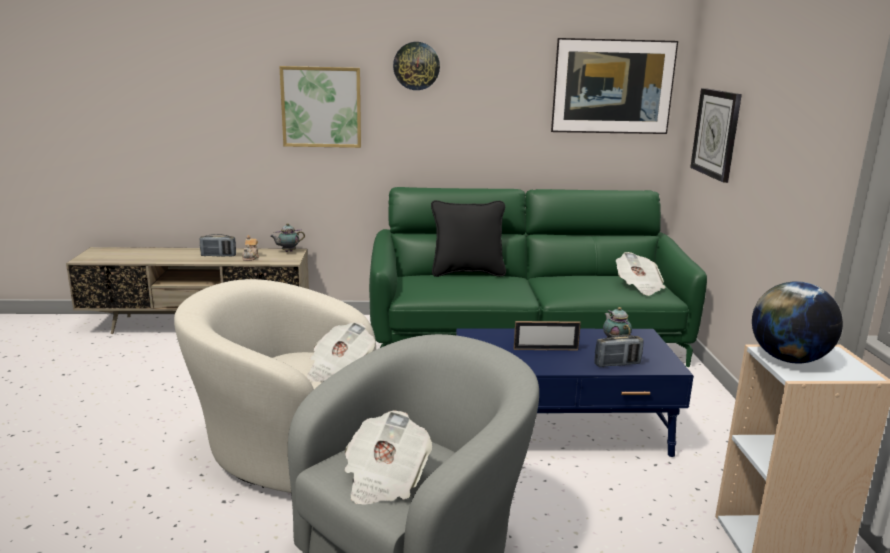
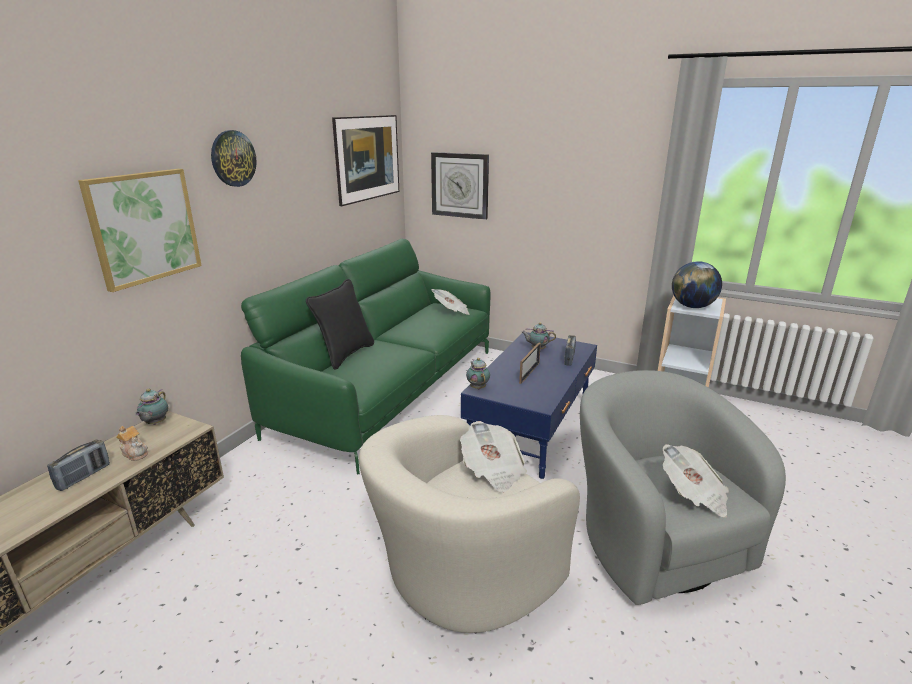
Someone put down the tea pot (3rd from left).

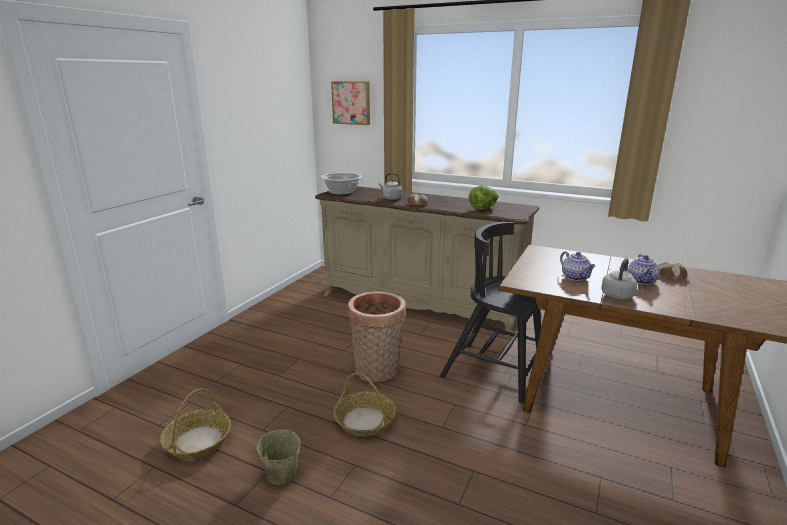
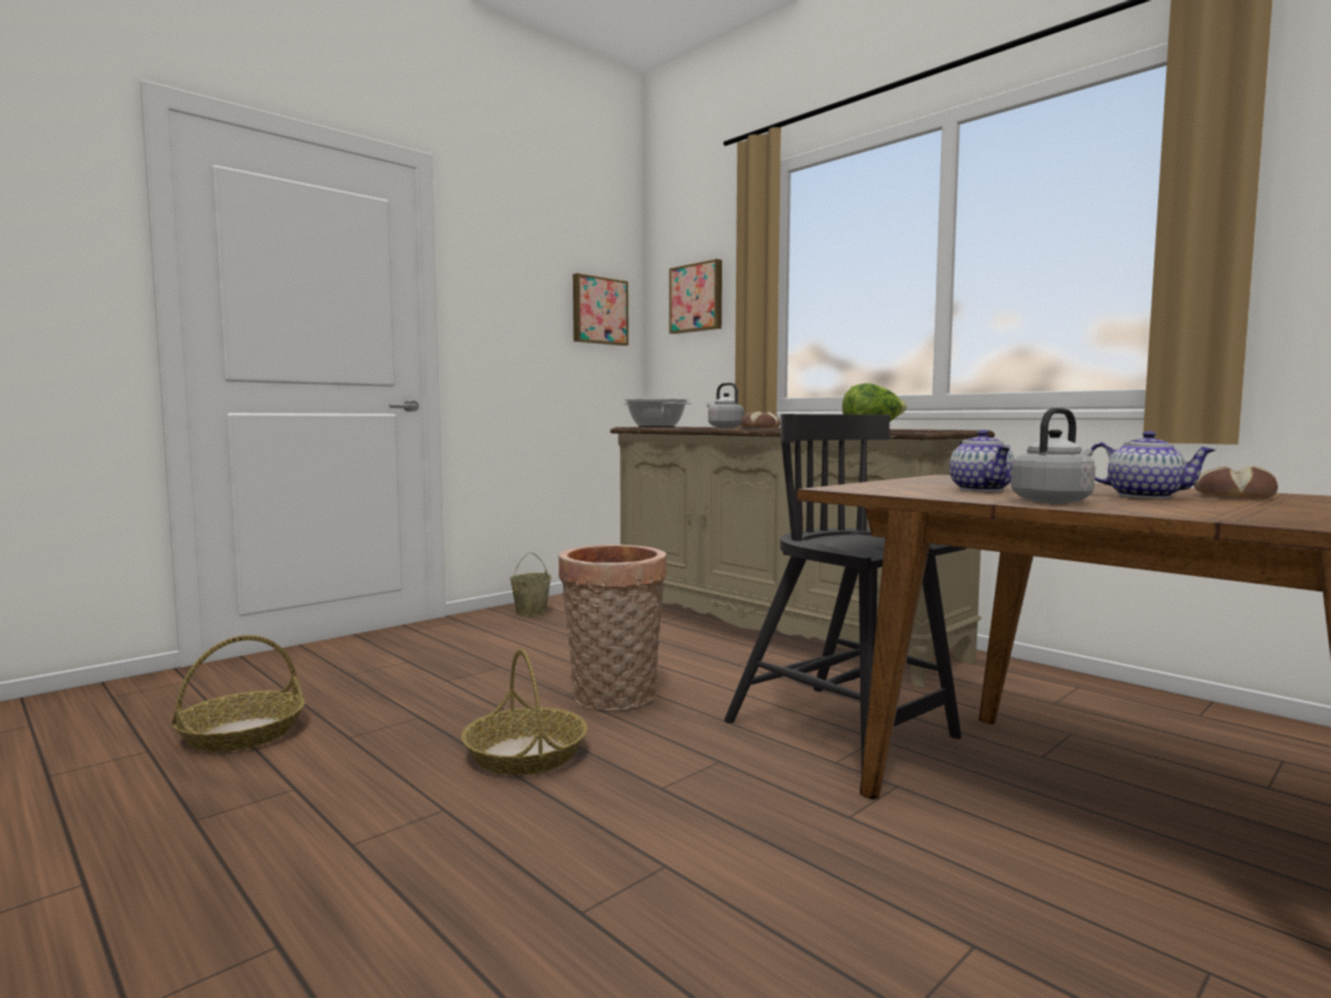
Someone carried the sand-coloured pail. Someone rotated the tea pot (2nd from left) by 90 degrees counterclockwise. Someone put up the wall picture (1st from left).

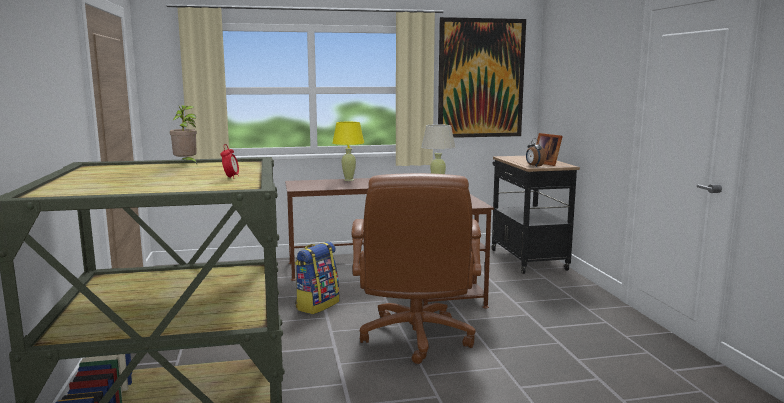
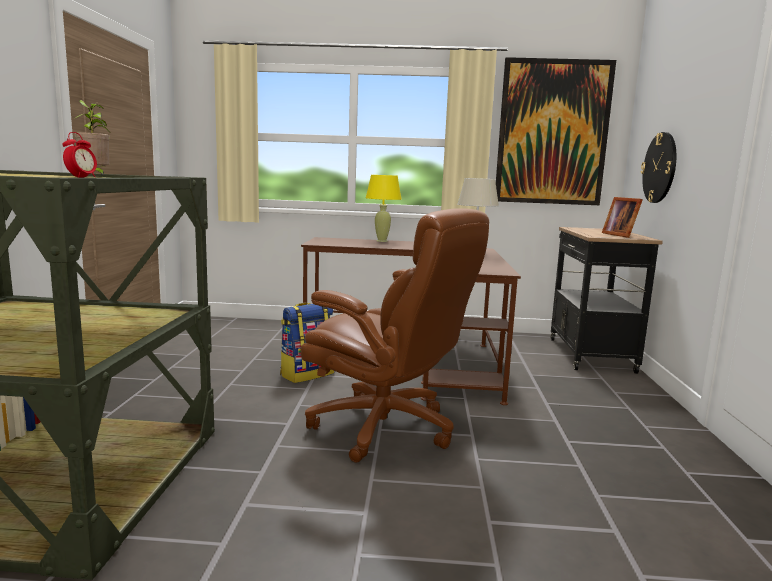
Someone rotated the brown-coloured office chair by 75 degrees counterclockwise. Someone took away the alarm clock (2nd from left). Someone put up the wall clock.

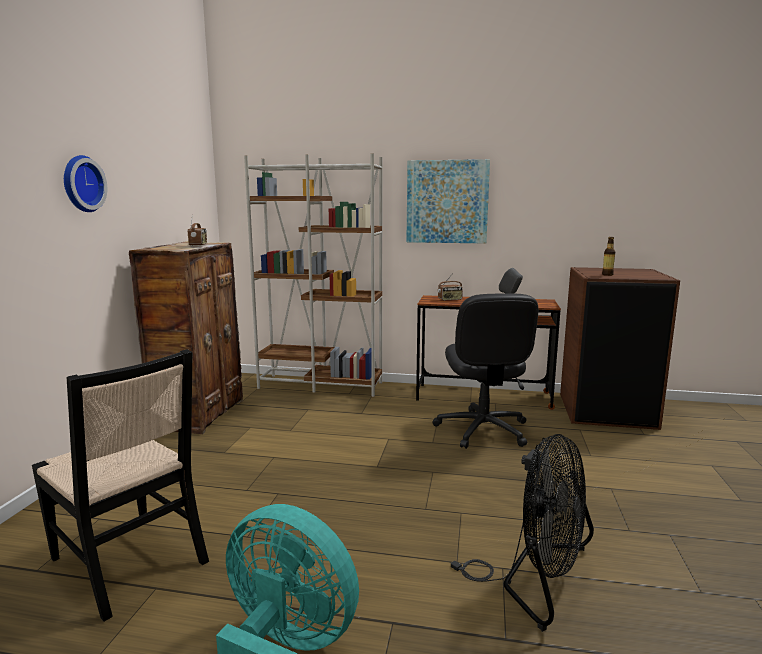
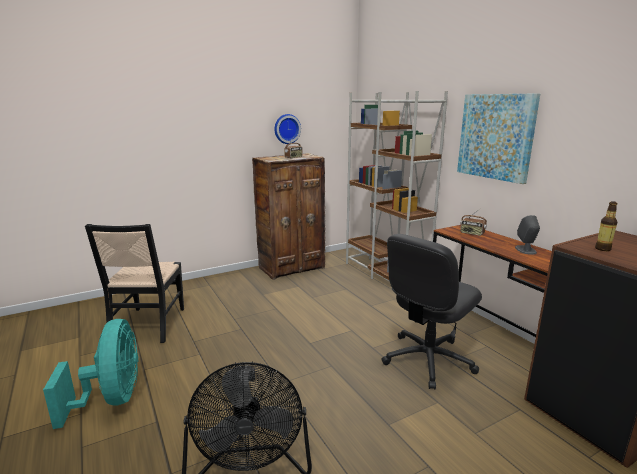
Someone carried the wall clock.

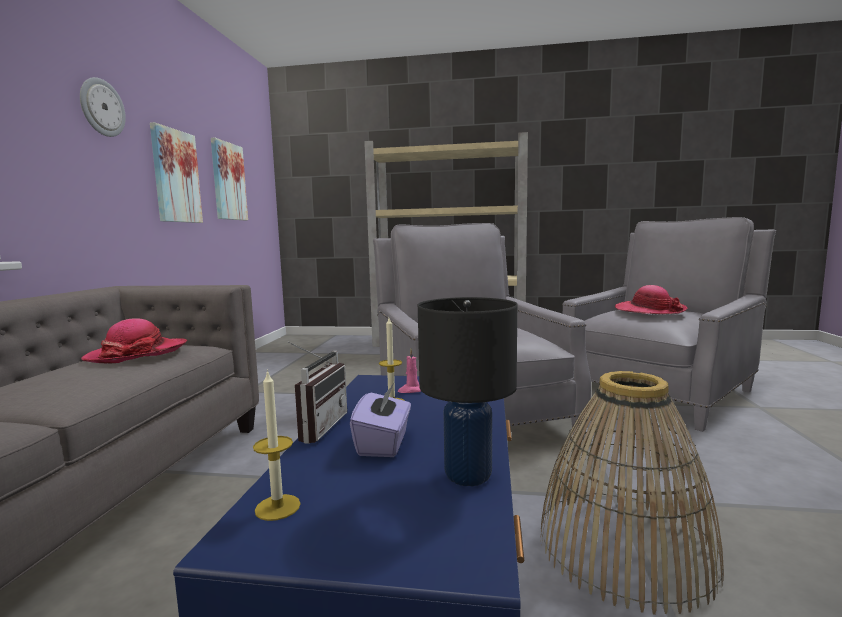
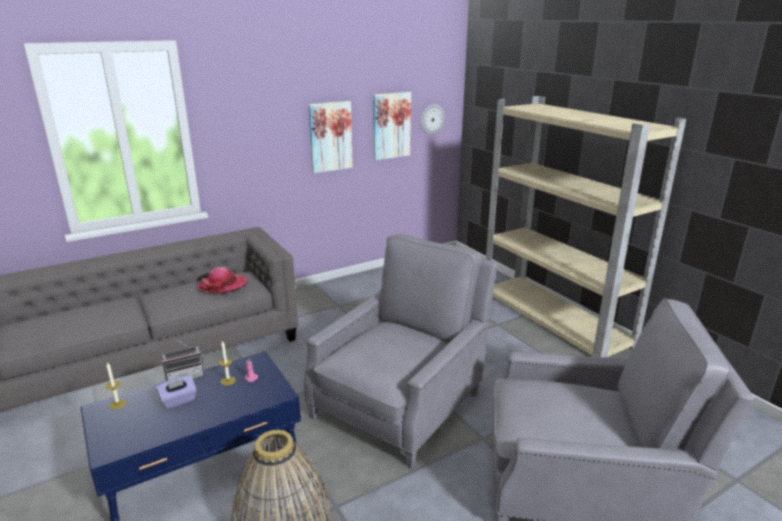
Someone carried the wall clock. Someone took away the black lamp for a table. Someone took away the hat (2nd from left).

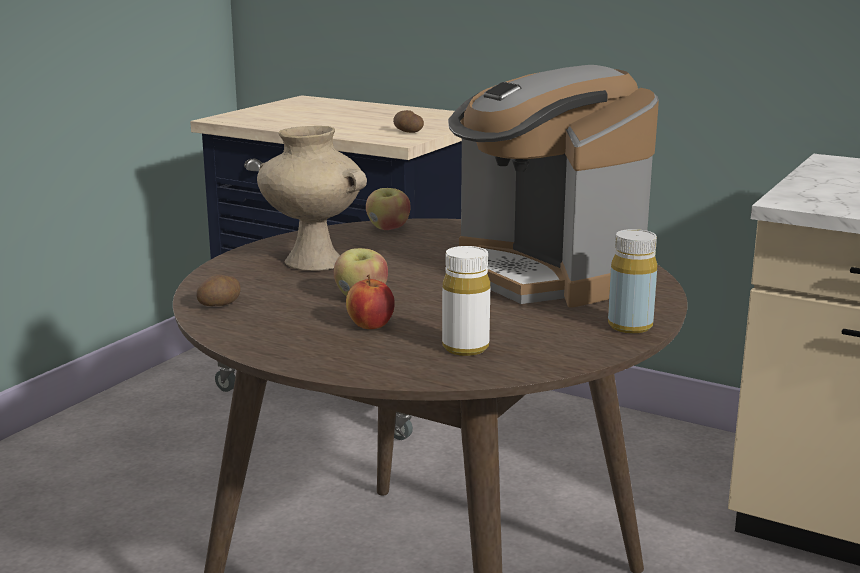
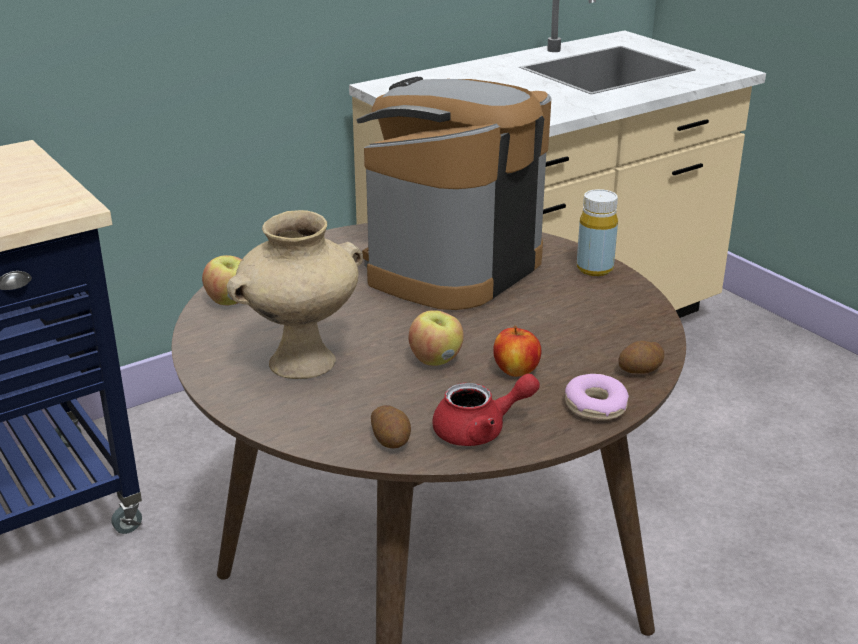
Someone carried the potato (2nd from left). Someone took away the whitish drink bottle. Someone rotated the coffee maker by 135 degrees clockwise. Someone put down the red tea pot. Someone put down the doughnut.

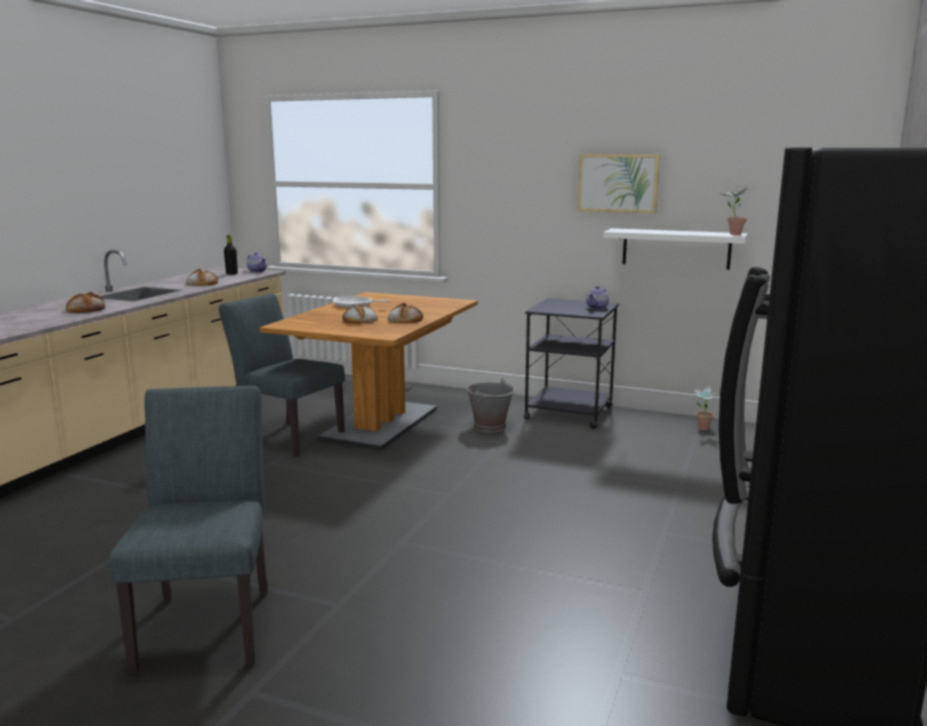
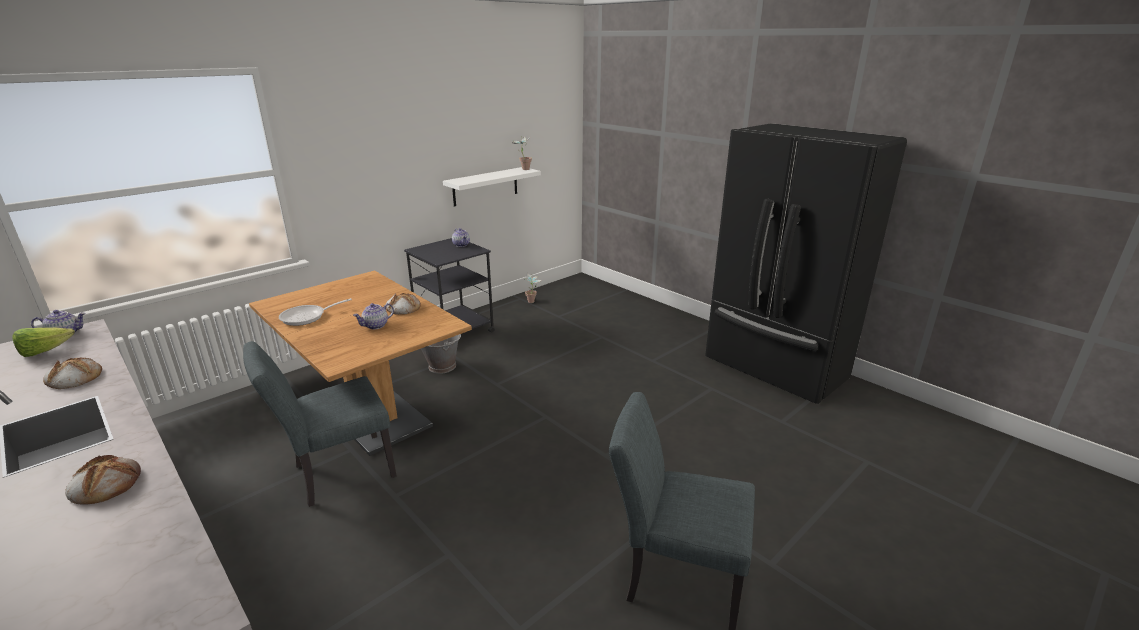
Someone swapped the black drink bottle for the lettuce. Someone swapped the bread (3rd from left) for the tea pot (2nd from left). Someone took away the wall picture.

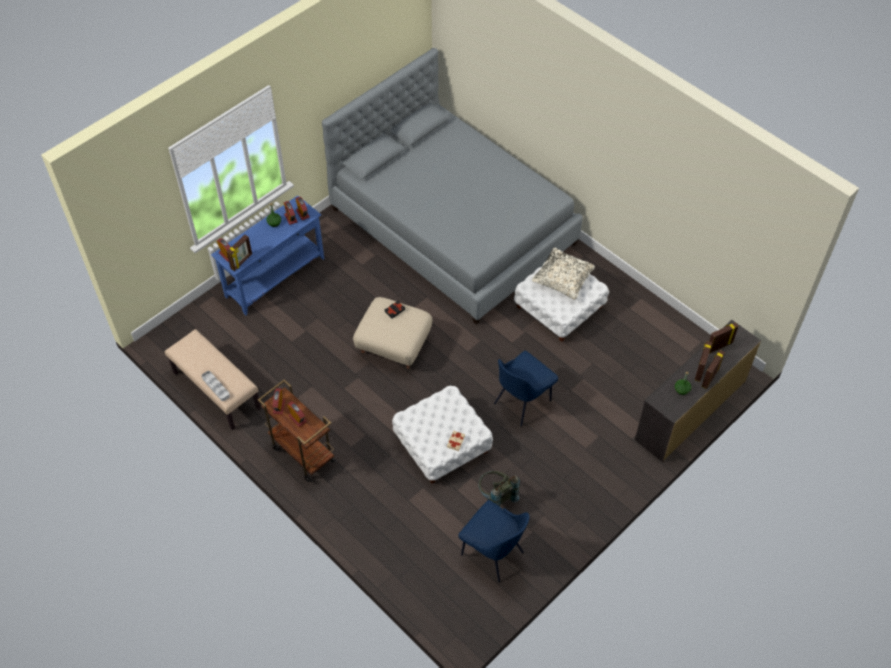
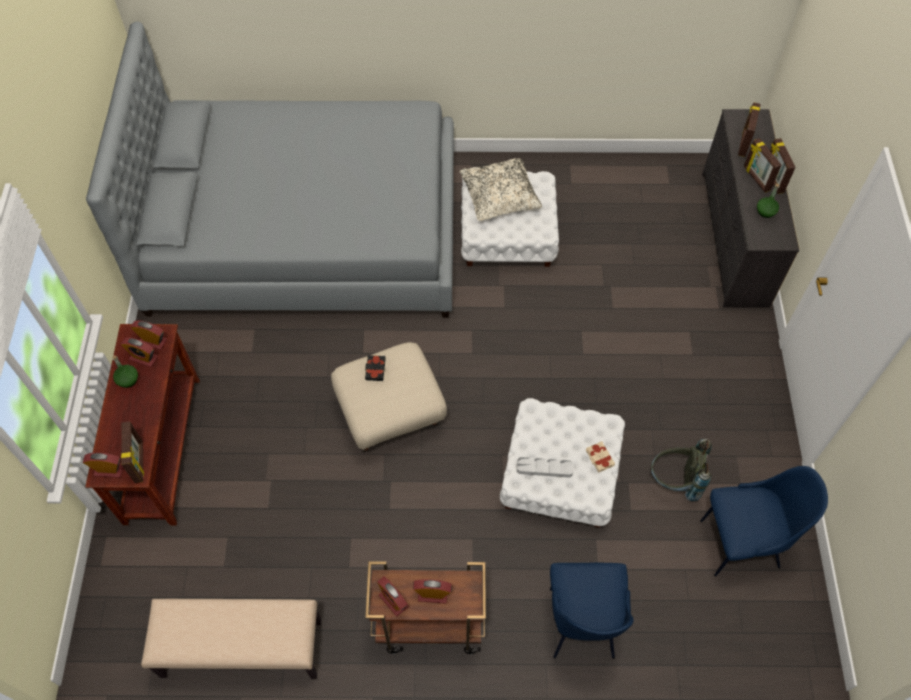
Someone carried the gray serving tray. Someone repainted the bluish console table, which became the brown-coloured console table. Someone carried the bluish chair (2nd from left in the first image).

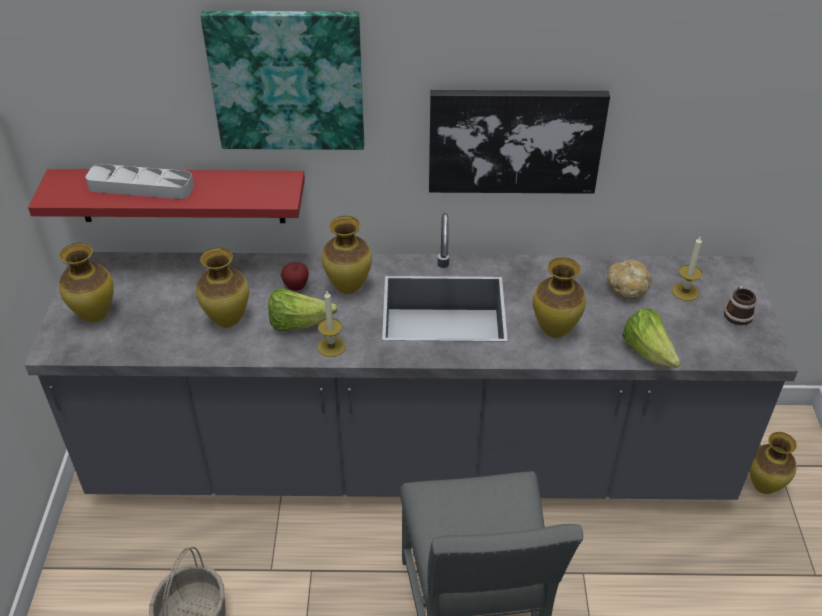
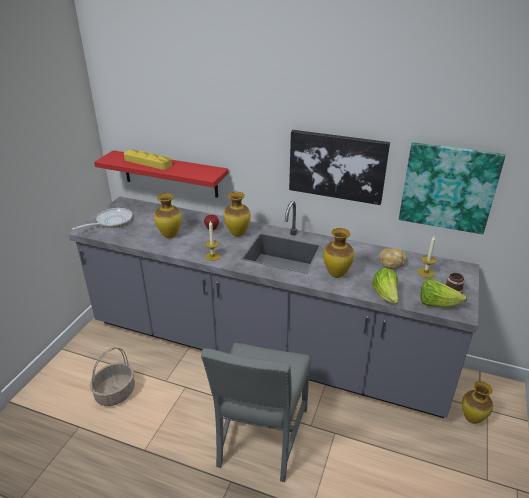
Someone swapped the vase (1st from left) for the skillet. Someone repainted the gray serving tray, which became the yellow-coloured serving tray. Someone carried the wall picture (1st from left in the first image). Someone carried the lettuce (1st from left in the first image).

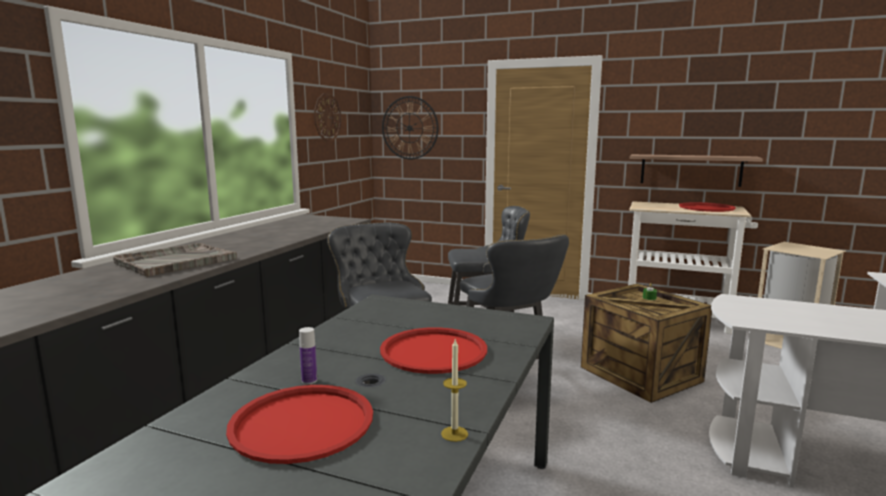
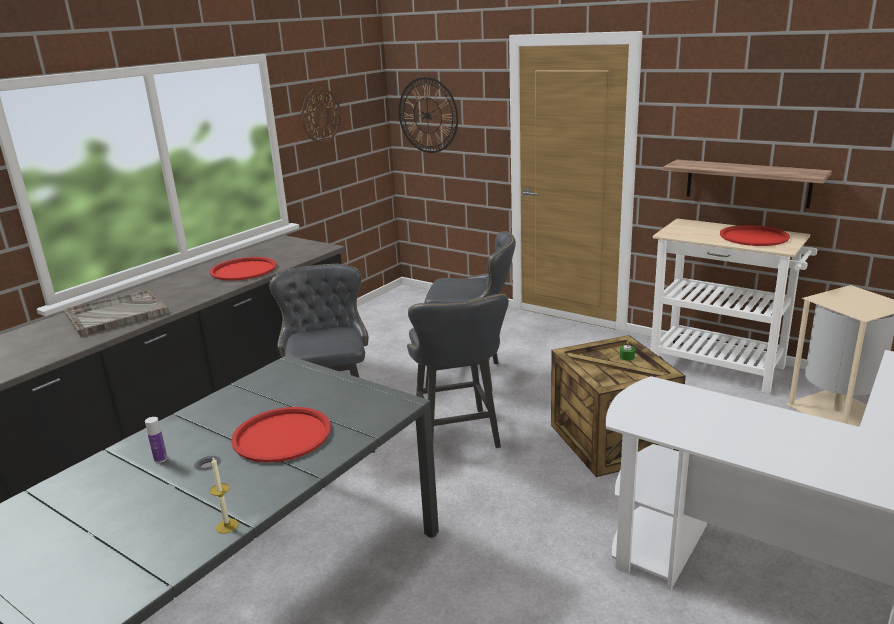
Someone carried the red serving tray (1st from left).

